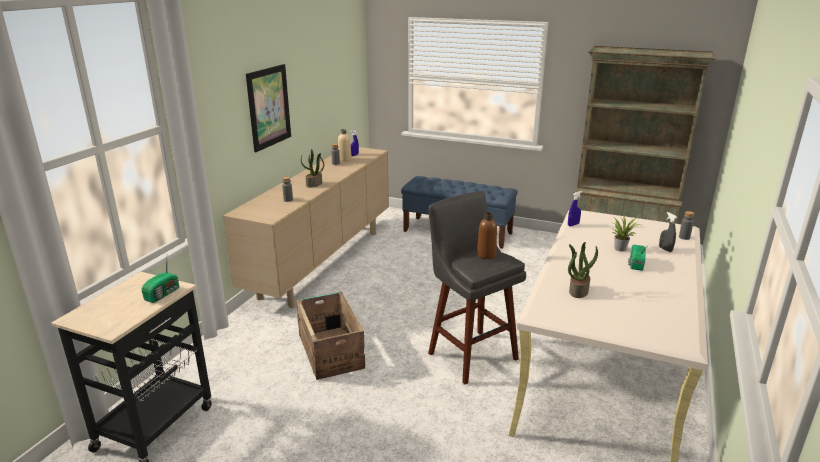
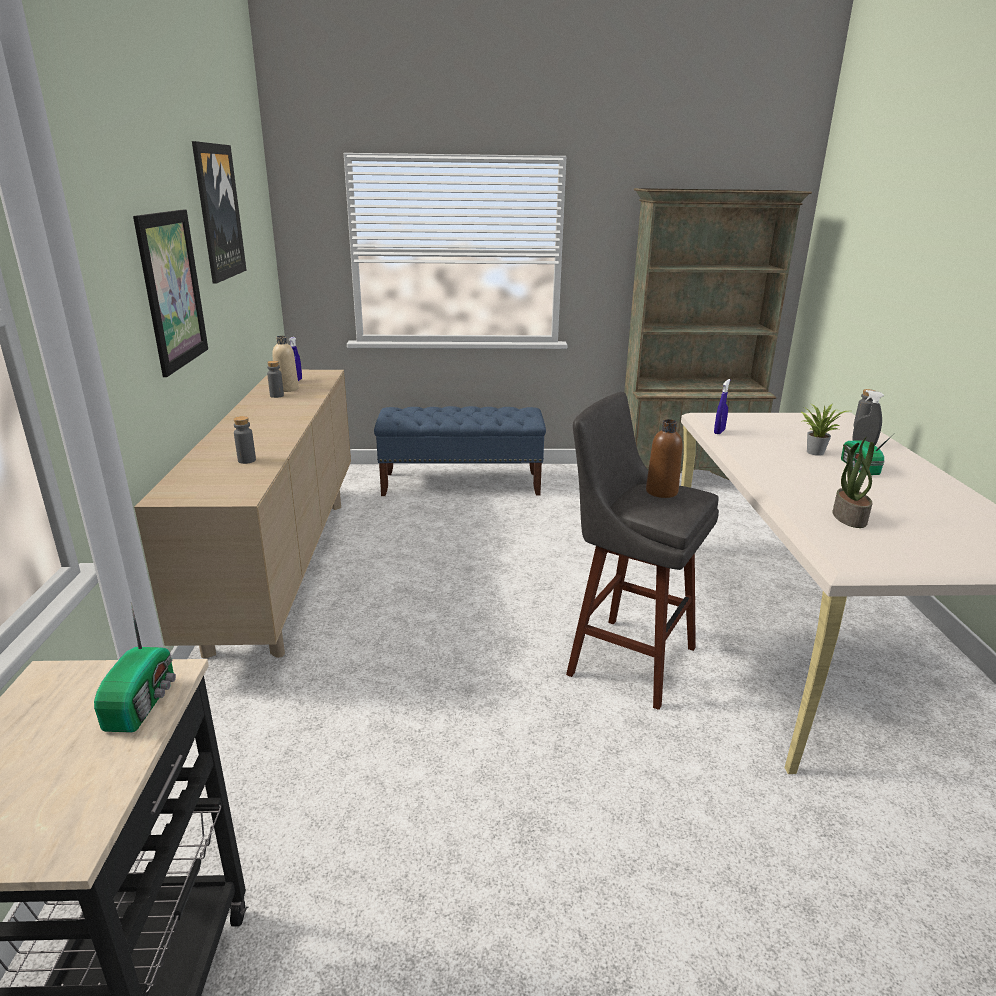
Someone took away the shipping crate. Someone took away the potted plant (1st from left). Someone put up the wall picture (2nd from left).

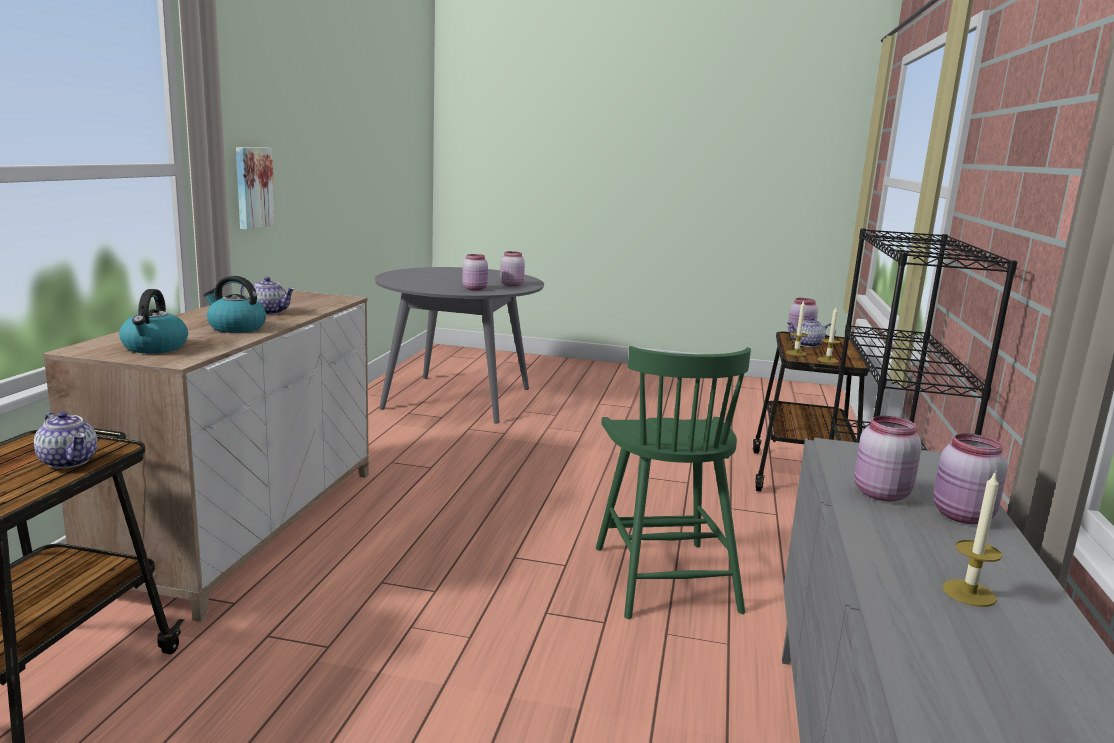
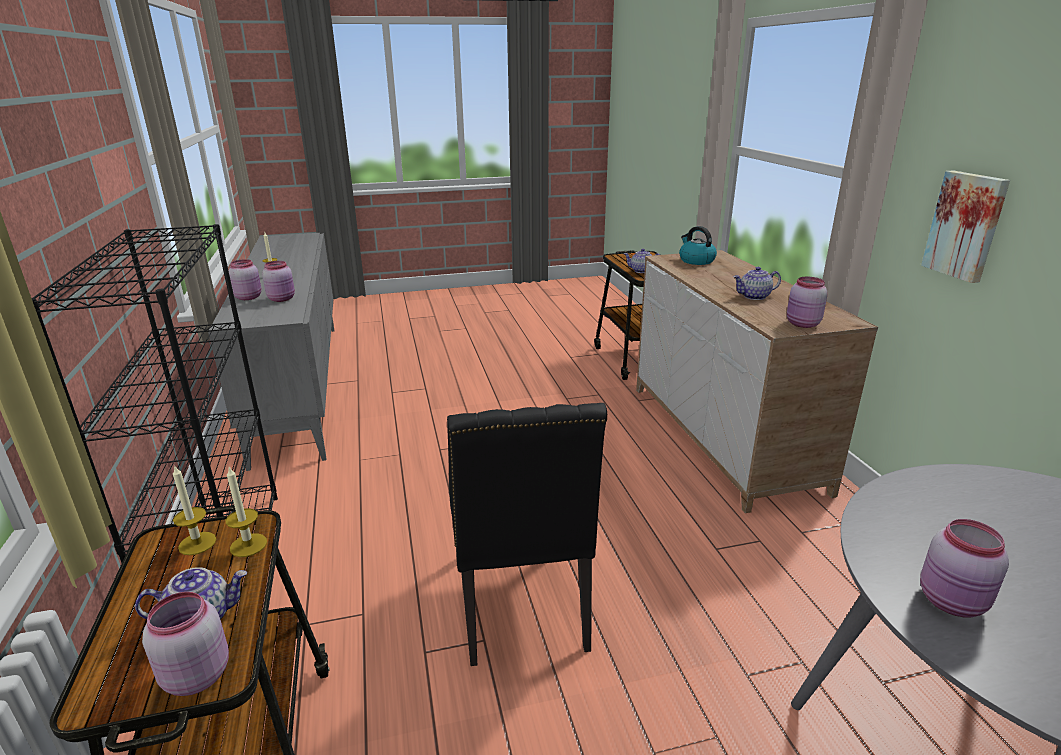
Someone took away the water kettle (2nd from left). Someone carried the pink jar (1st from left in the first image). Someone took away the green chair. Someone put down the black chair.

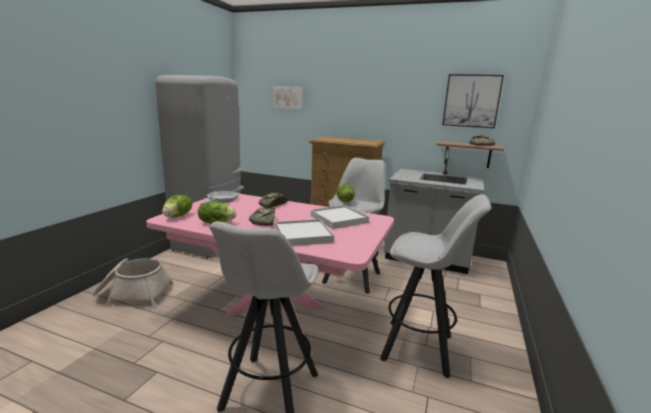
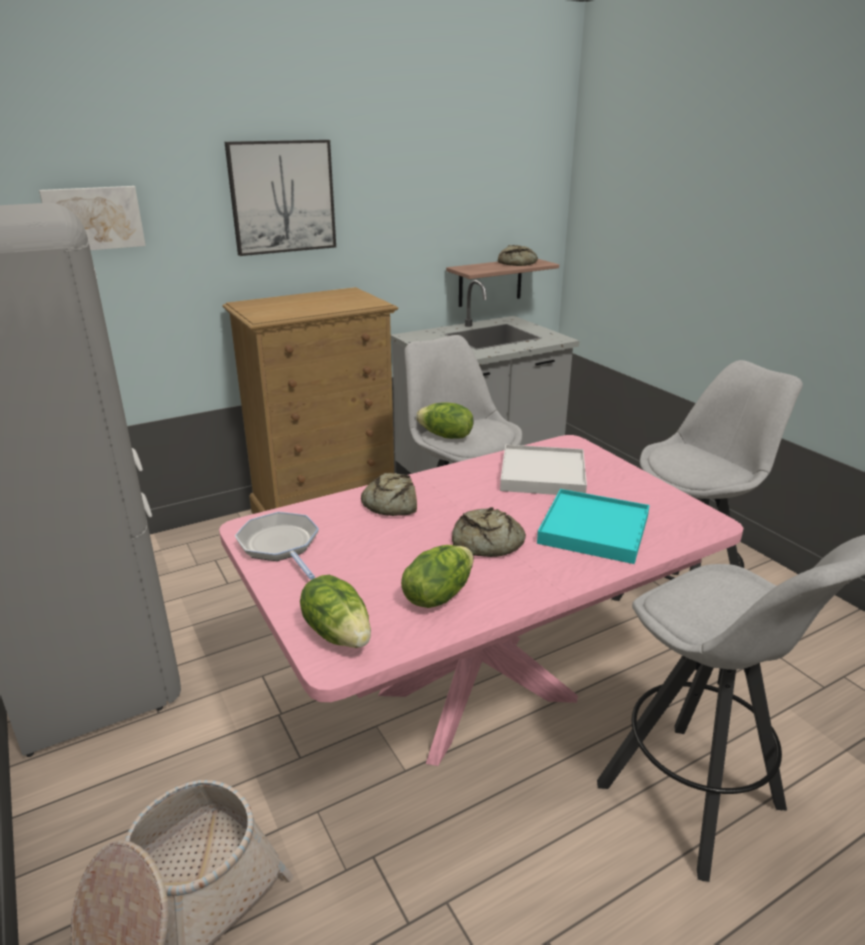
Someone repainted the whitish serving tray (1st from left), which became the blue-green serving tray. Someone carried the wall picture (2nd from left).

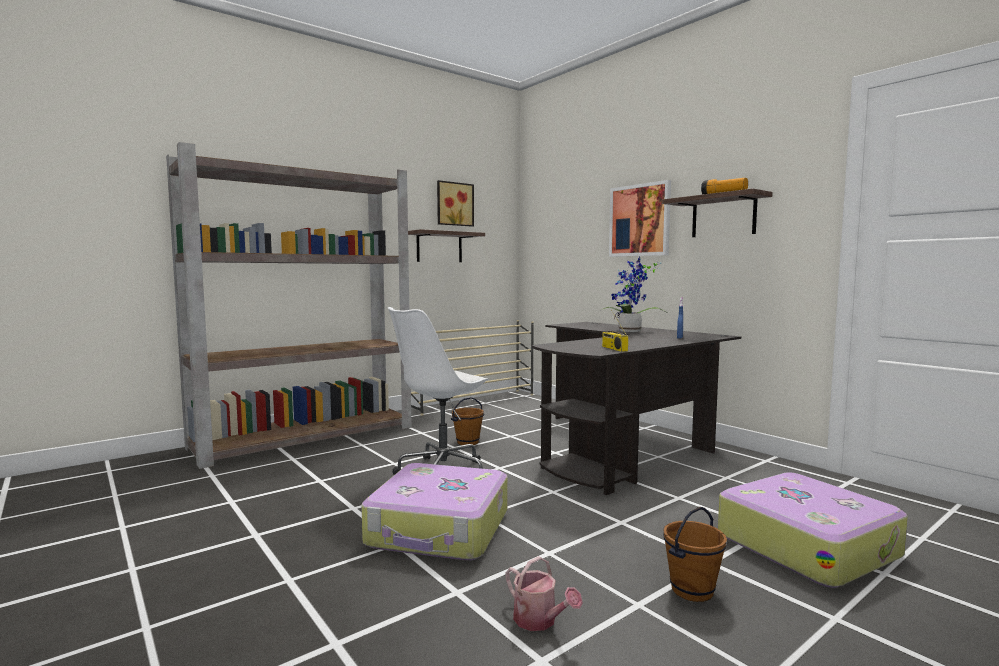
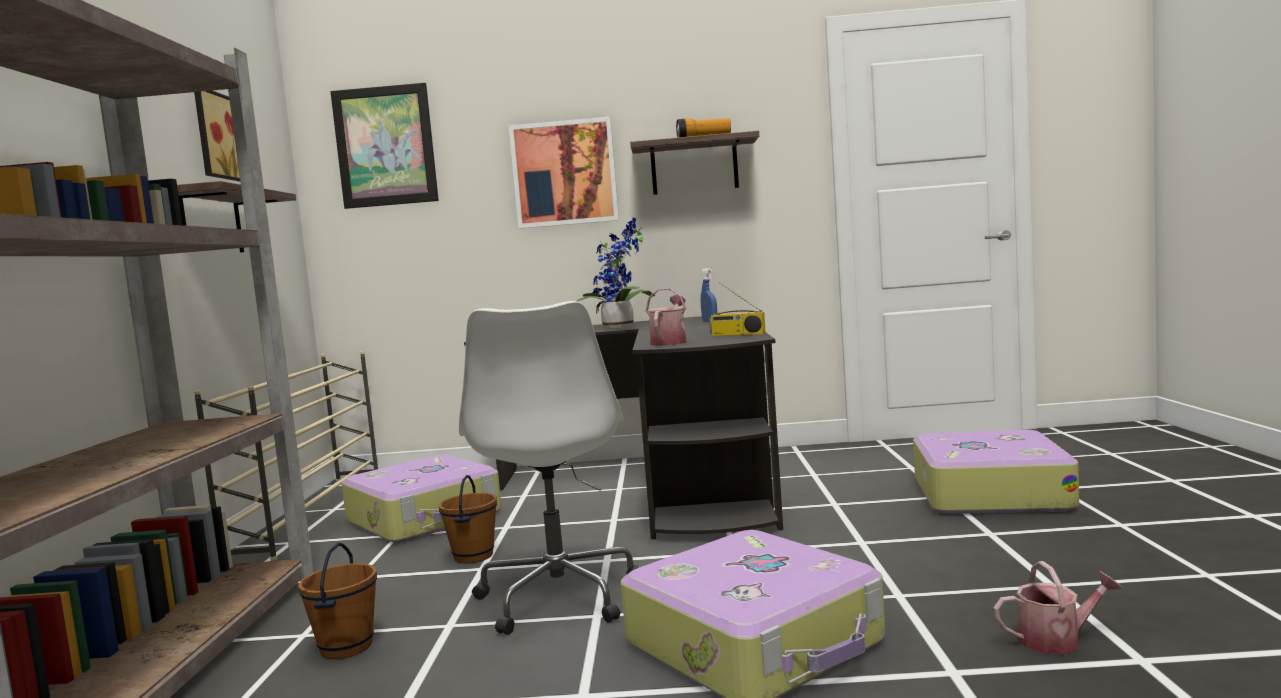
Someone carried the brown-coloured pail (2nd from left in the first image). Someone put up the wall picture (2nd from left). Someone put down the suitcase (1st from left). Someone put down the sprinkling can (1st from left).

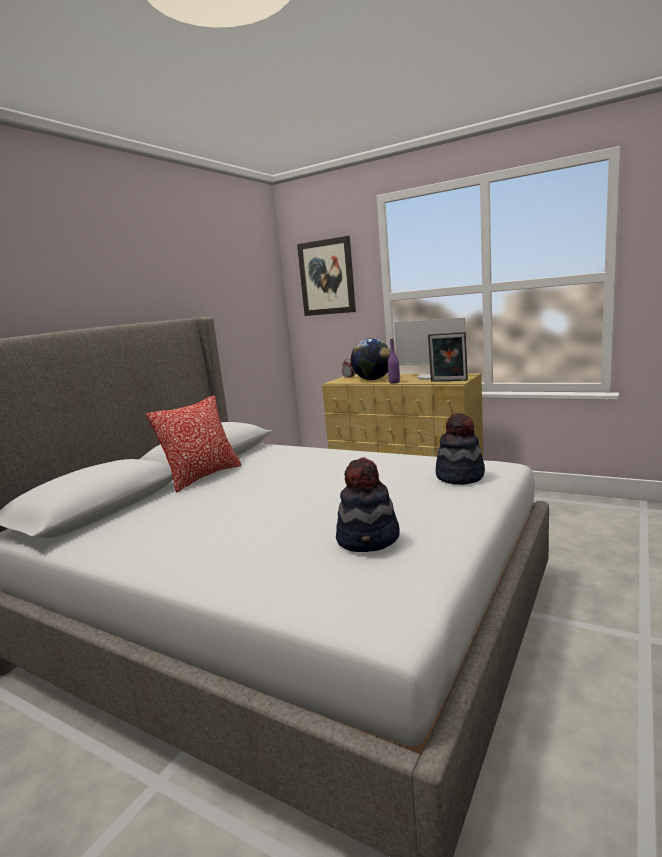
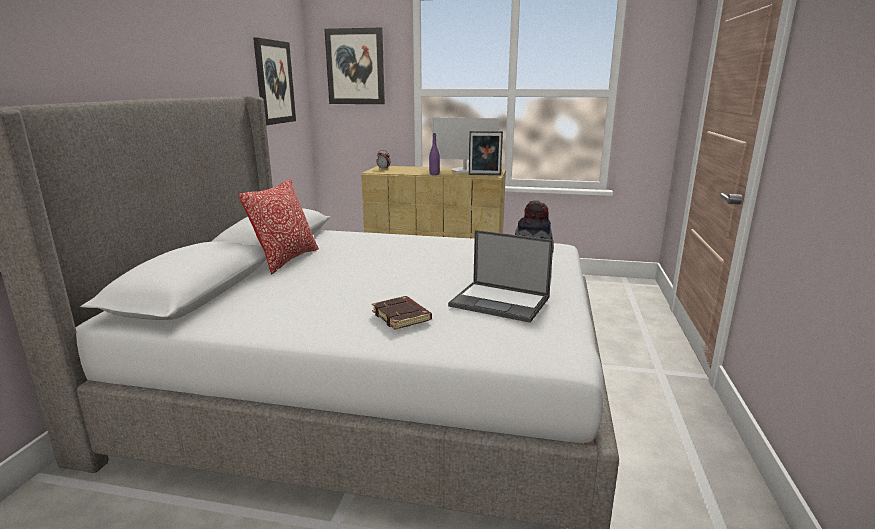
Someone swapped the hat (1st from left) for the laptop. Someone took away the globe. Someone put up the wall picture (1st from left). Someone put down the brown-coloured bound book.

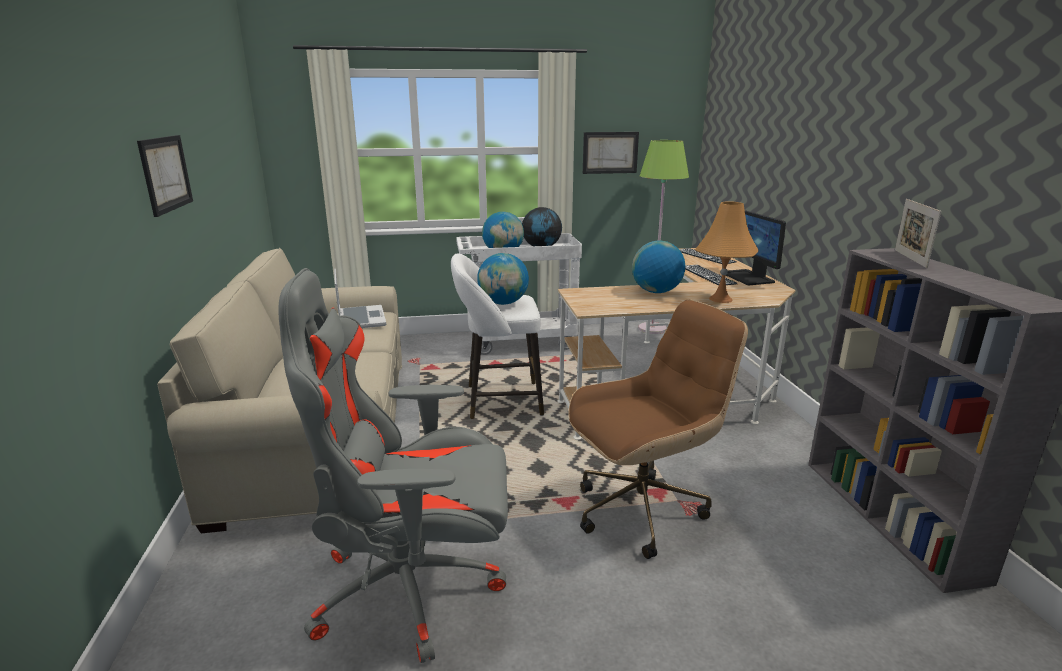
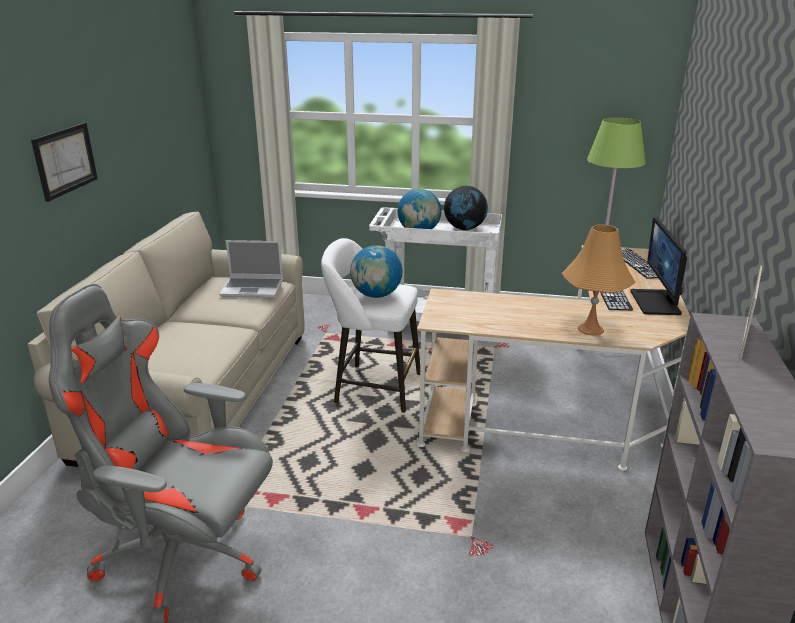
Someone rotated the laptop by 90 degrees clockwise. Someone took away the brown-coloured office chair. Someone took away the wall picture (2nd from left). Someone took away the globe (4th from left).

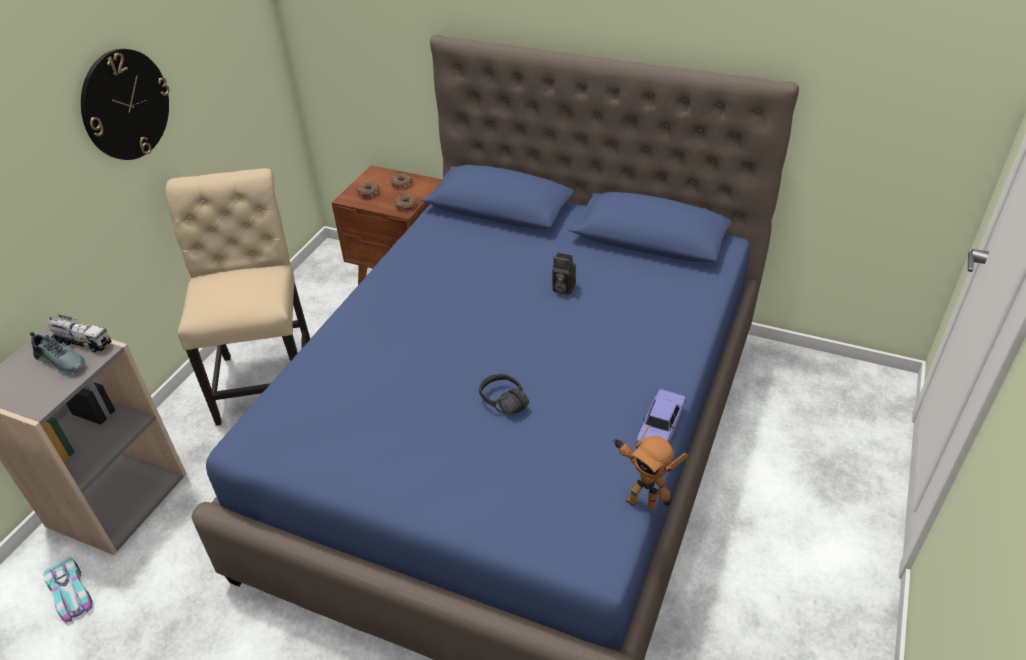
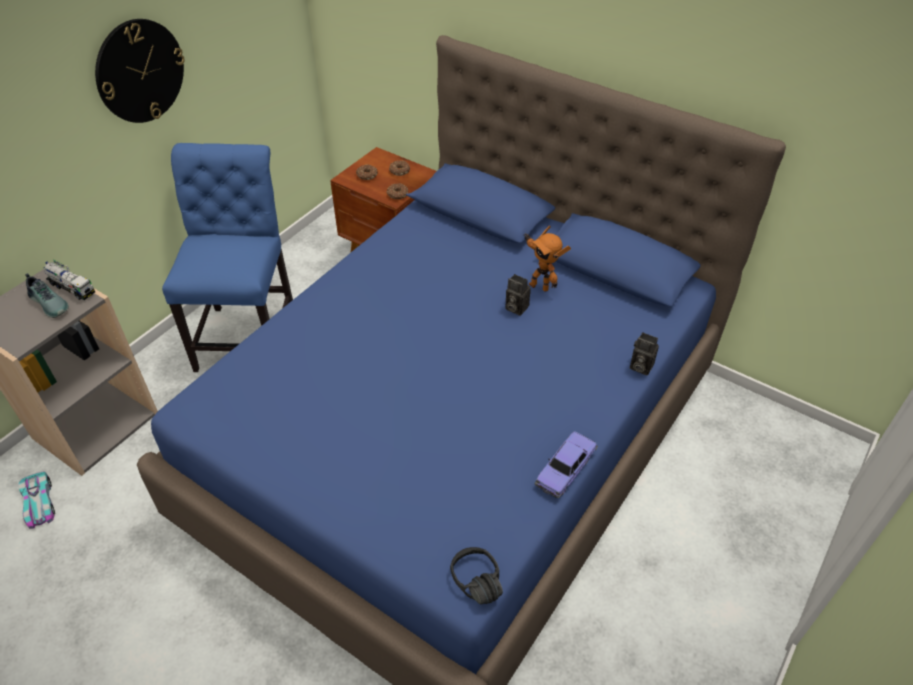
Someone repainted the sand-coloured chair, which became the bluish chair. Someone carried the black headphones. Someone carried the model robot. Someone put down the still camera (2nd from left).

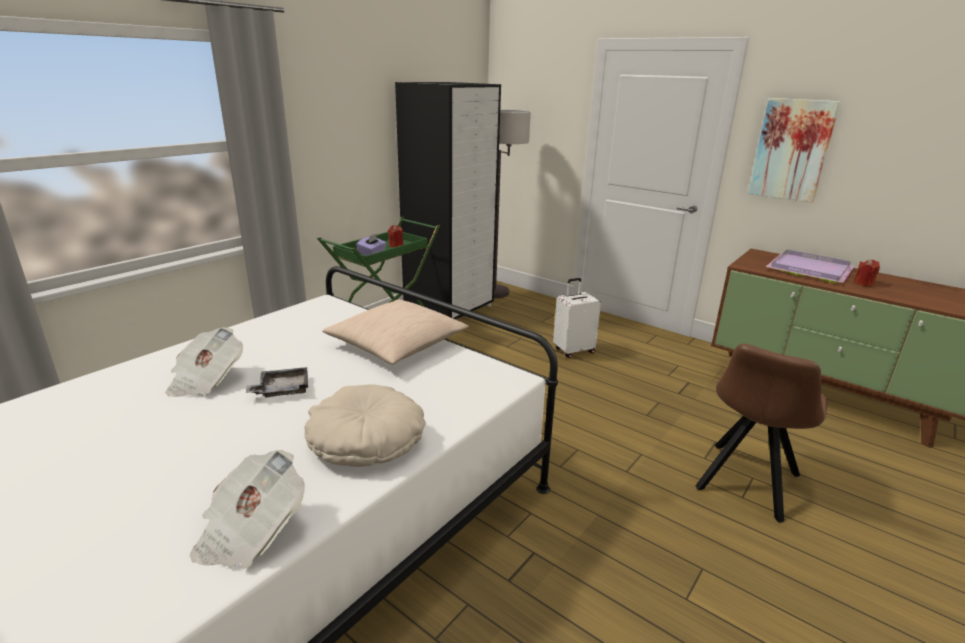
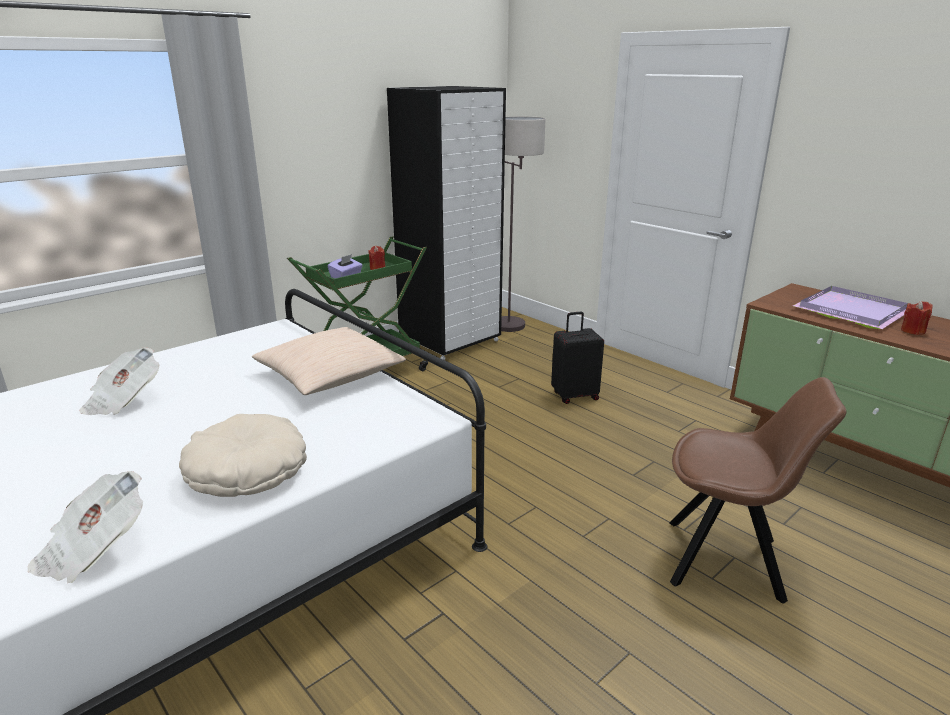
Someone took away the gray serving tray. Someone repainted the whitish suitcase, which became the black suitcase. Someone rotated the brown-coloured chair by 120 degrees counterclockwise. Someone took away the wall picture.

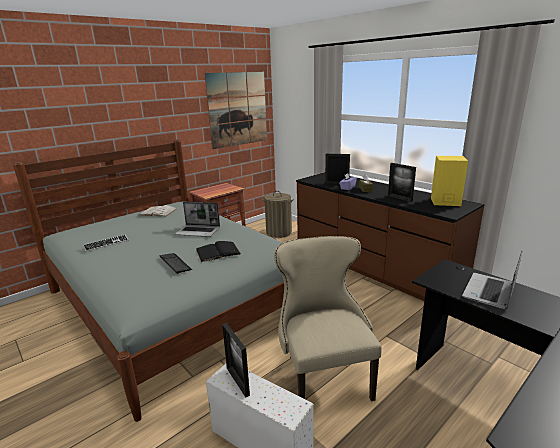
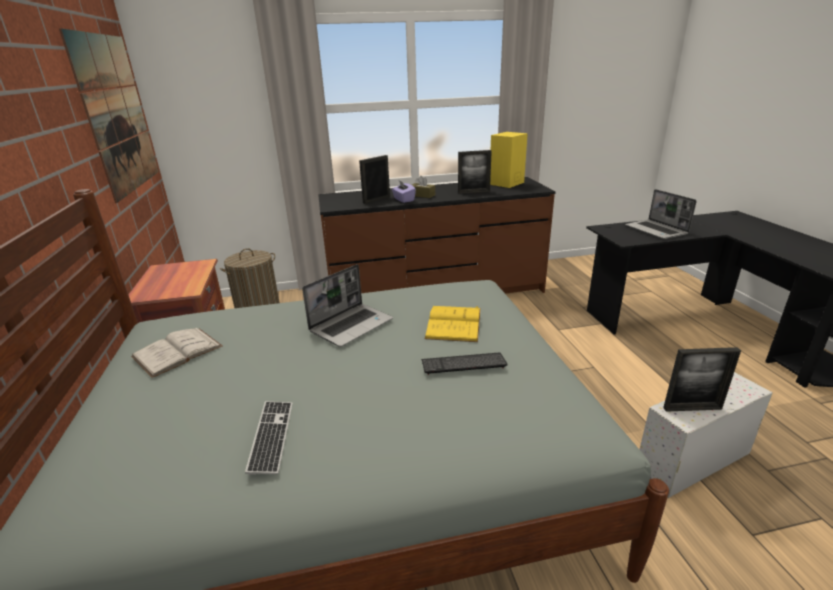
Someone repainted the black bound book, which became the yellow-coloured bound book. Someone took away the sand-coloured chair.

